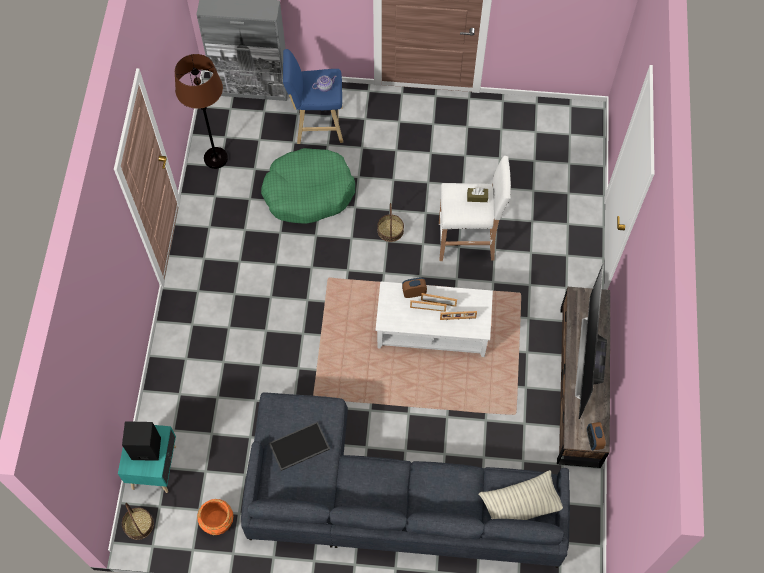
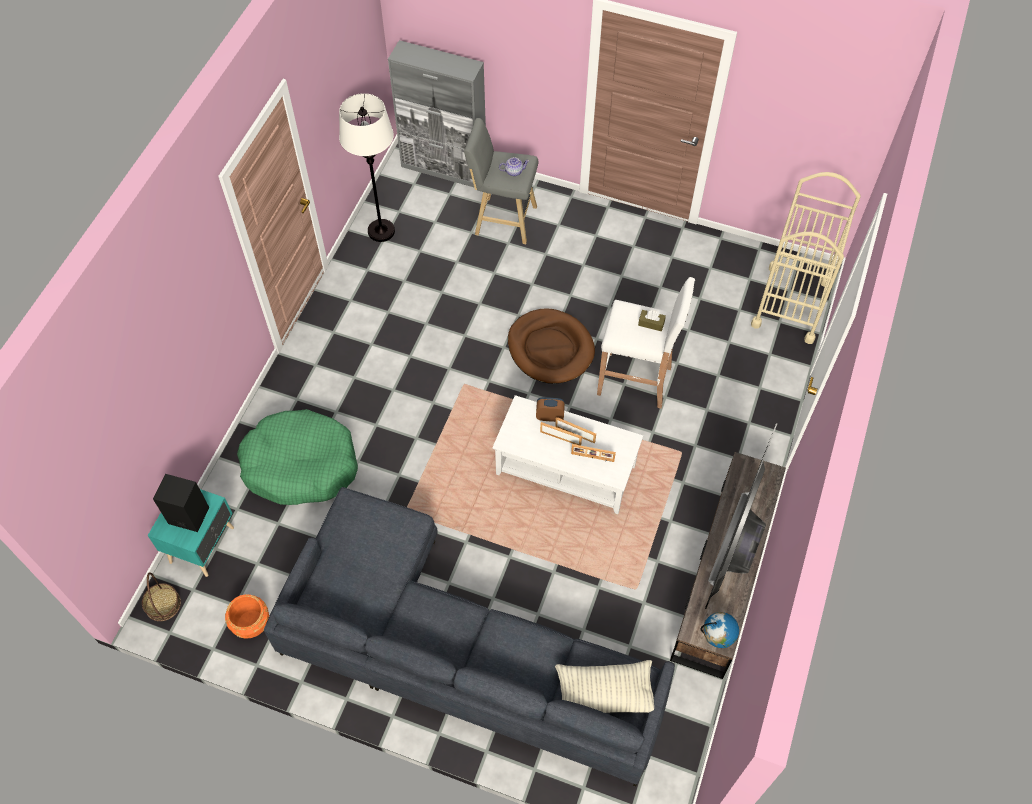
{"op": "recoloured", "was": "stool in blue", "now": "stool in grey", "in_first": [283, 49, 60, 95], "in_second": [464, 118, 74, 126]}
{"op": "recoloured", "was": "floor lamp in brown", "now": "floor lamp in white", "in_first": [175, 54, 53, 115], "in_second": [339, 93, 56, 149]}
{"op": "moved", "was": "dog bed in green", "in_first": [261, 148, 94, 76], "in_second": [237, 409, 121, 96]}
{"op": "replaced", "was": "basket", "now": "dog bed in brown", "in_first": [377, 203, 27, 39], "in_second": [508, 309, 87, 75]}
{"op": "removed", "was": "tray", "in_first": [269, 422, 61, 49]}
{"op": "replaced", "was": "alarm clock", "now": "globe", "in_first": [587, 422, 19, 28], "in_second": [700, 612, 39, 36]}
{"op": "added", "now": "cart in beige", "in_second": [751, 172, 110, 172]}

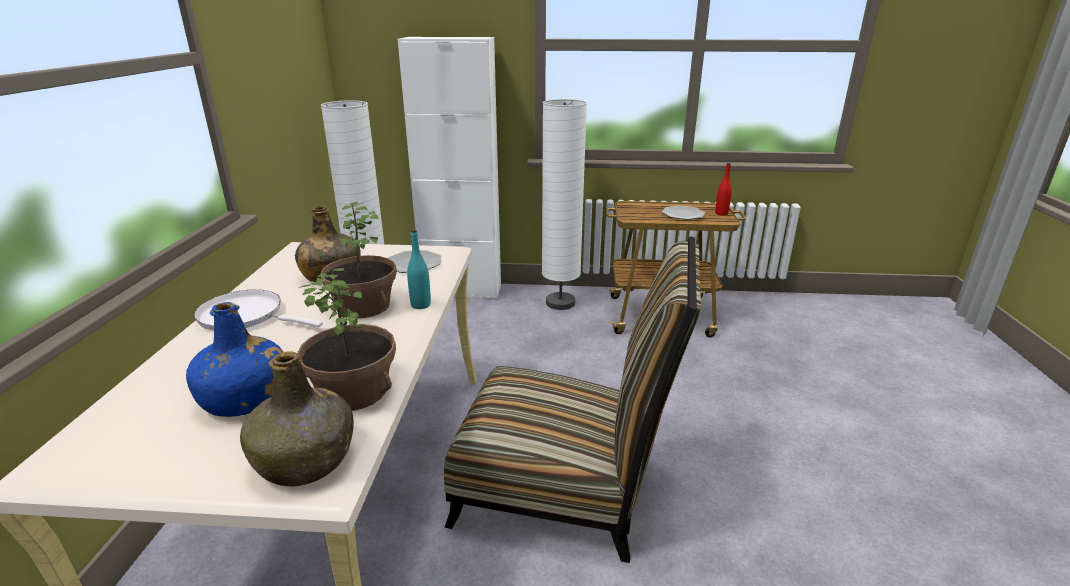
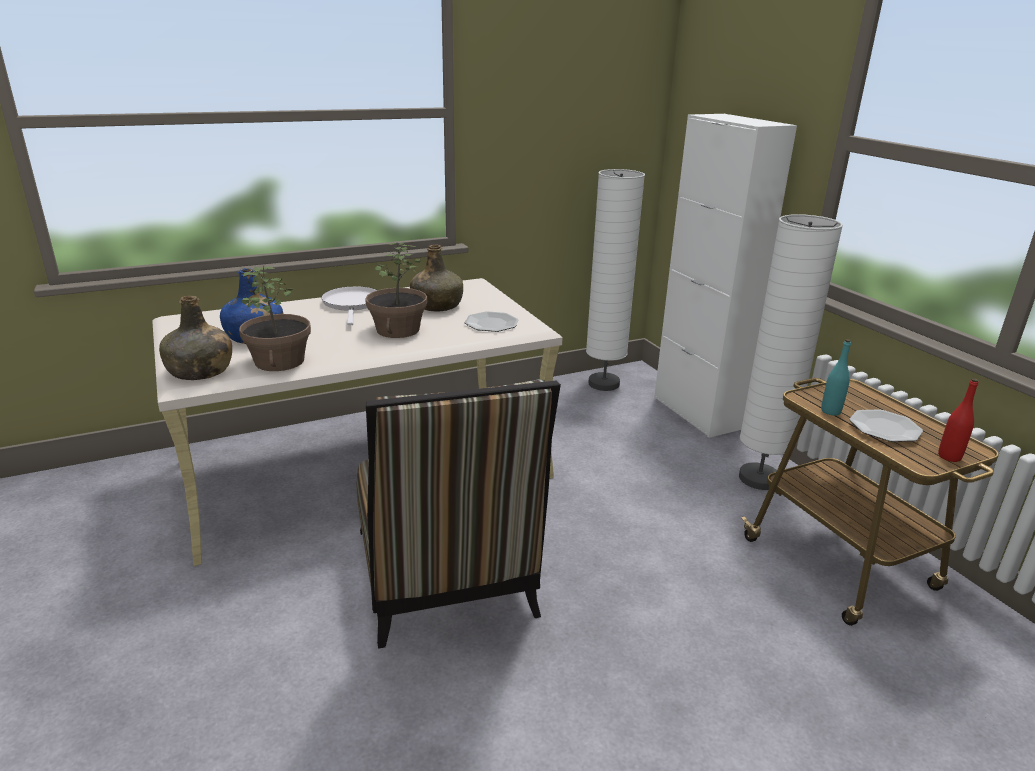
{"op": "moved", "was": "bottle in turquoise", "in_first": [407, 229, 24, 80], "in_second": [821, 339, 30, 77]}

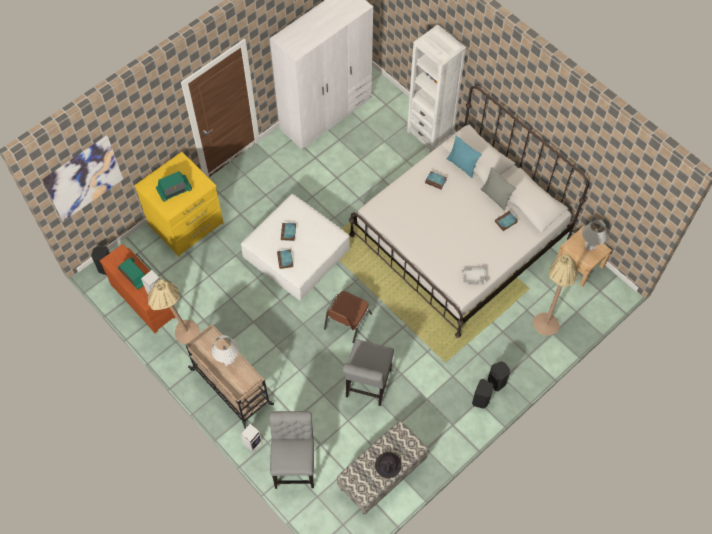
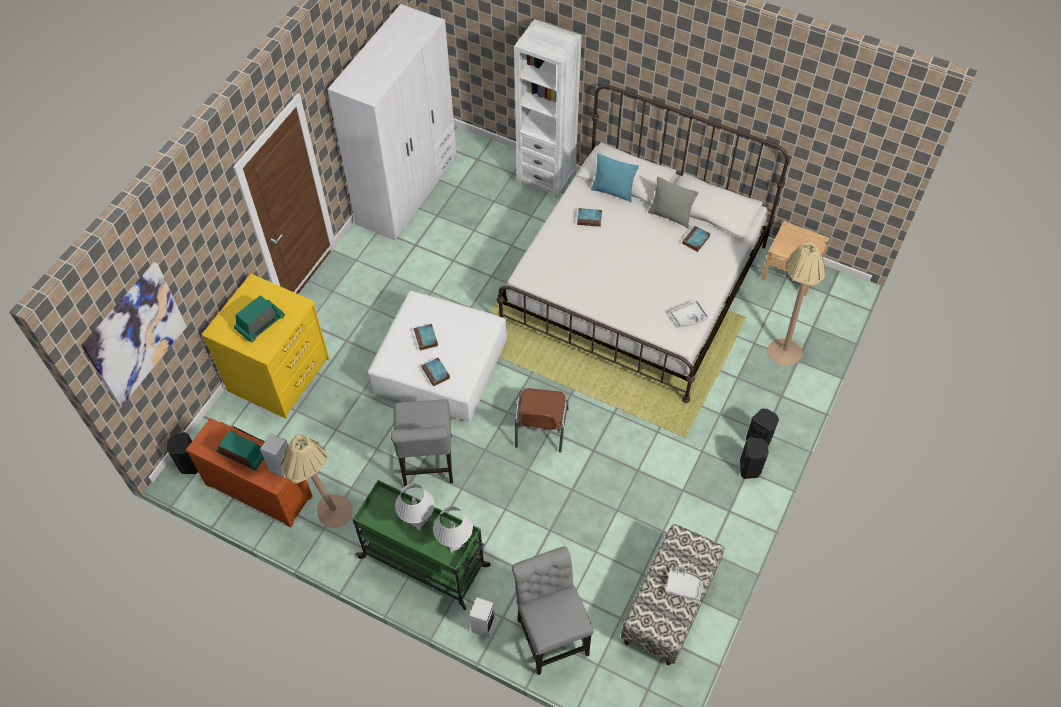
{"op": "moved", "was": "table lamp in white", "in_first": [582, 220, 26, 31], "in_second": [433, 506, 40, 47]}
{"op": "recoloured", "was": "cart in beige", "now": "cart in green", "in_first": [186, 324, 88, 104], "in_second": [353, 480, 138, 130]}
{"op": "moved", "was": "chair in grey", "in_first": [343, 339, 51, 67], "in_second": [391, 399, 62, 88]}
{"op": "replaced", "was": "hat in black", "now": "tray in grey", "in_first": [375, 452, 26, 26], "in_second": [666, 566, 38, 35]}

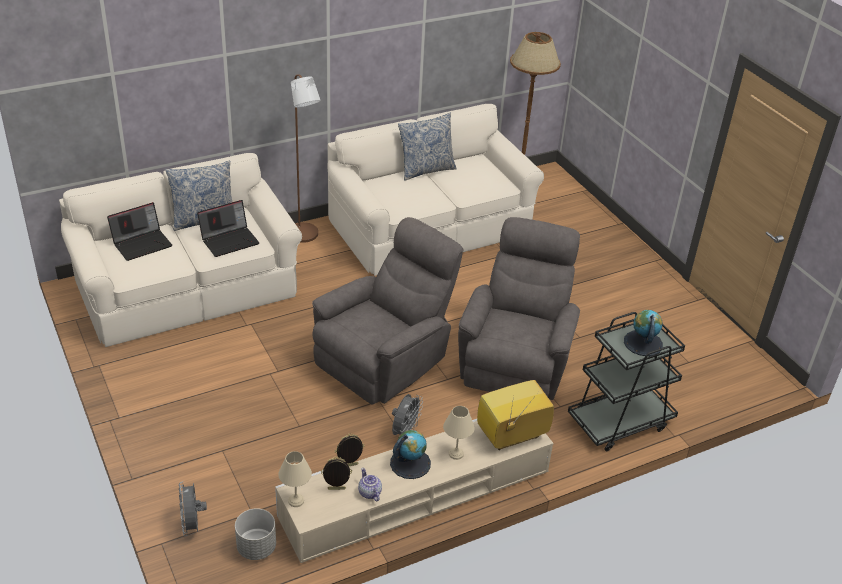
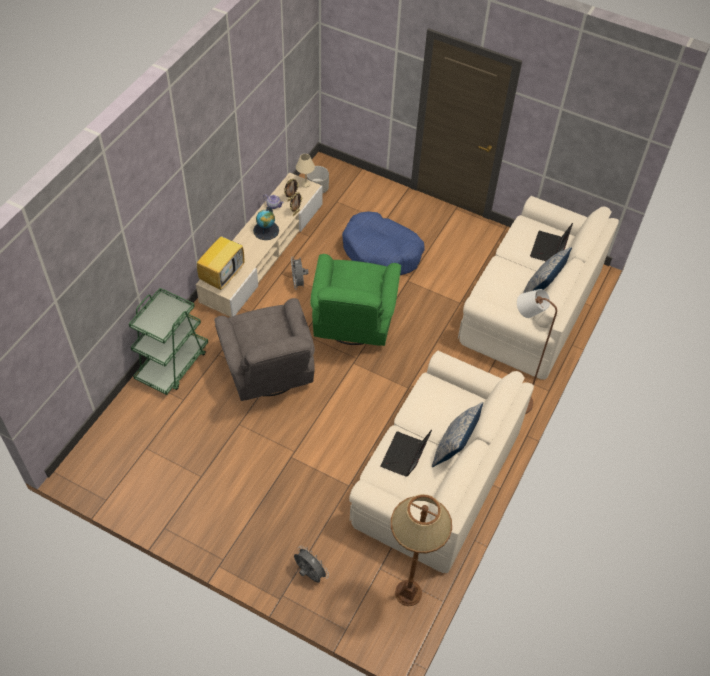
{"op": "moved", "was": "laptop", "in_first": [197, 200, 62, 57], "in_second": [380, 430, 52, 47]}
{"op": "recoloured", "was": "armchair in grey", "now": "armchair in green", "in_first": [312, 217, 151, 188], "in_second": [310, 254, 91, 92]}
{"op": "removed", "was": "globe", "in_first": [624, 310, 39, 46]}
{"op": "recoloured", "was": "cart in black", "now": "cart in green", "in_first": [568, 312, 117, 139], "in_second": [129, 288, 79, 107]}
{"op": "removed", "was": "table lamp in beige", "in_first": [443, 406, 32, 54]}
{"op": "moved", "was": "fan in grey", "in_first": [179, 482, 28, 54], "in_second": [294, 546, 35, 37]}
{"op": "added", "now": "dog bed in blue", "in_second": [342, 212, 83, 63]}

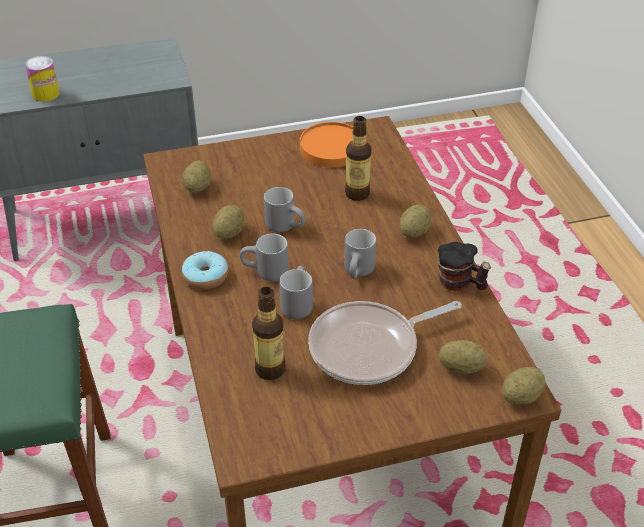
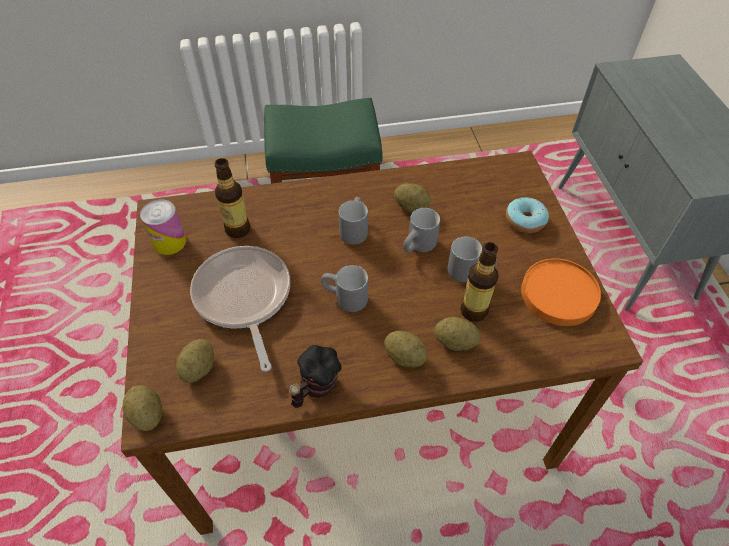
{"op": "moved", "was": "can", "in_first": [25, 56, 35, 46], "in_second": [140, 199, 46, 56]}
{"op": "moved", "was": "potato", "in_first": [182, 160, 29, 33], "in_second": [435, 317, 45, 34]}
{"op": "moved", "was": "donut", "in_first": [182, 251, 46, 38], "in_second": [506, 197, 43, 36]}
{"op": "moved", "was": "mug in grey", "in_first": [280, 266, 33, 53], "in_second": [448, 237, 49, 45]}

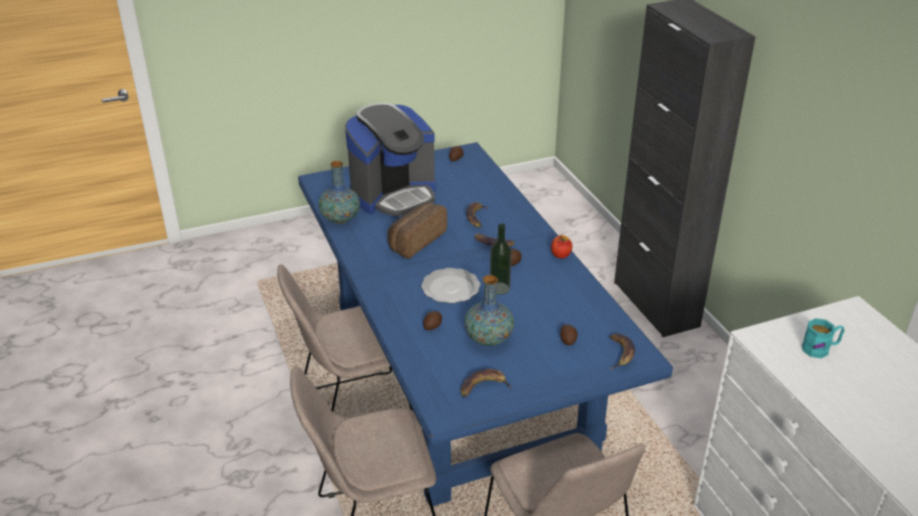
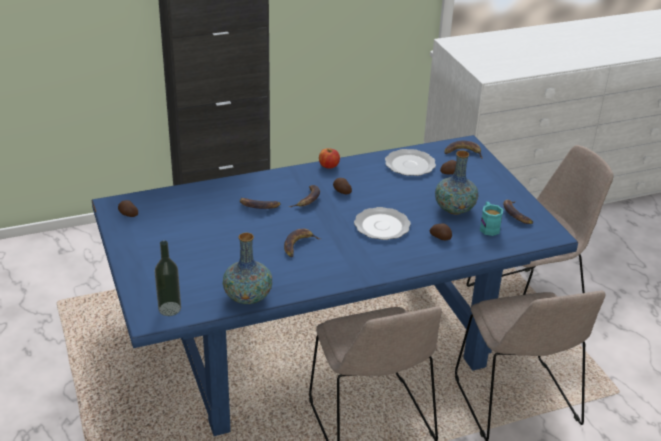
{"op": "removed", "was": "coffee machine", "in_first": [345, 103, 90, 114]}
{"op": "replaced", "was": "bread", "now": "banana", "in_first": [387, 202, 60, 57], "in_second": [284, 229, 37, 28]}
{"op": "moved", "was": "bottle", "in_first": [490, 223, 22, 72], "in_second": [155, 241, 26, 75]}
{"op": "moved", "was": "mug in turquoise", "in_first": [802, 318, 42, 40], "in_second": [480, 202, 23, 34]}
{"op": "added", "now": "plate", "in_second": [385, 149, 51, 27]}

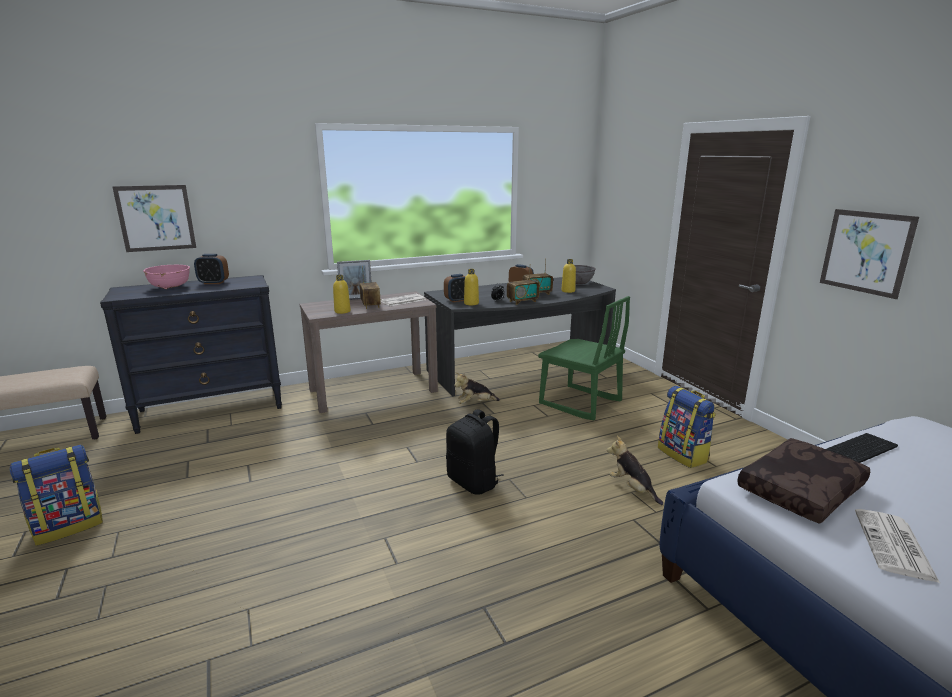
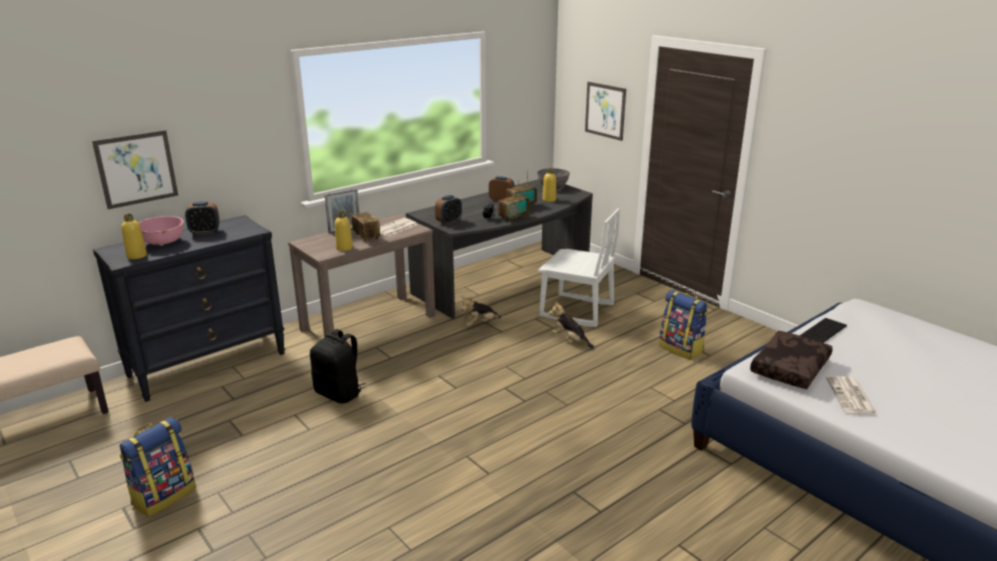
{"op": "moved", "was": "picture", "in_first": [820, 209, 99, 90], "in_second": [585, 82, 41, 59]}
{"op": "moved", "was": "bottle in yellow", "in_first": [464, 269, 15, 36], "in_second": [121, 214, 26, 45]}
{"op": "recoloured", "was": "chair in green", "now": "chair in white", "in_first": [538, 296, 92, 124], "in_second": [538, 208, 82, 119]}
{"op": "moved", "was": "backpack in black", "in_first": [446, 409, 58, 86], "in_second": [310, 329, 56, 74]}
{"op": "moved", "was": "plush toy", "in_first": [607, 436, 56, 69], "in_second": [549, 301, 45, 47]}

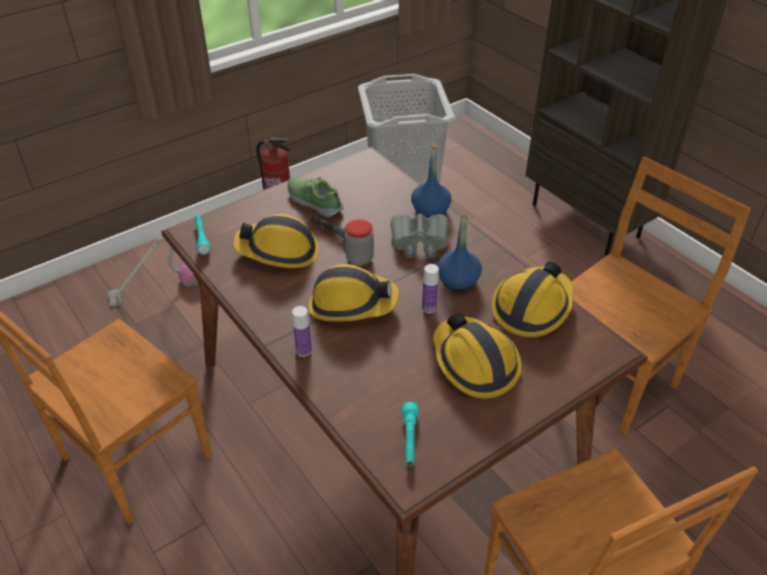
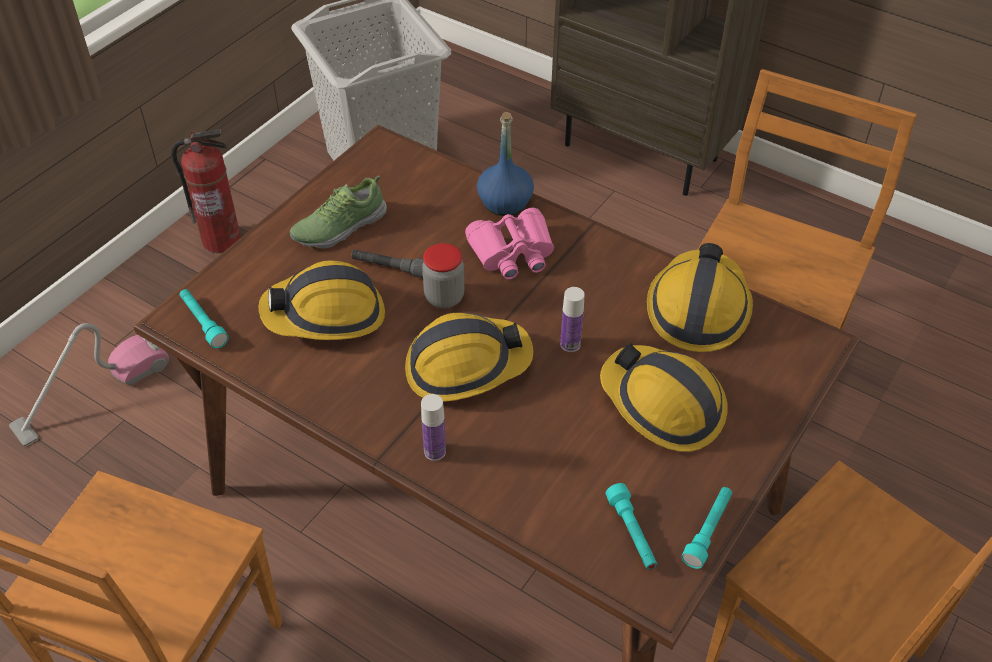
{"op": "turned", "was": "shoe", "in_first": [288, 176, 55, 41], "in_second": [290, 176, 97, 72], "clockwise": -60}
{"op": "removed", "was": "bottle in blue", "in_first": [437, 211, 45, 80]}
{"op": "recoloured", "was": "binoculars in grey", "now": "binoculars in pink", "in_first": [390, 214, 59, 44], "in_second": [465, 208, 89, 72]}
{"op": "added", "now": "flashlight in turquoise", "in_second": [681, 487, 51, 82]}

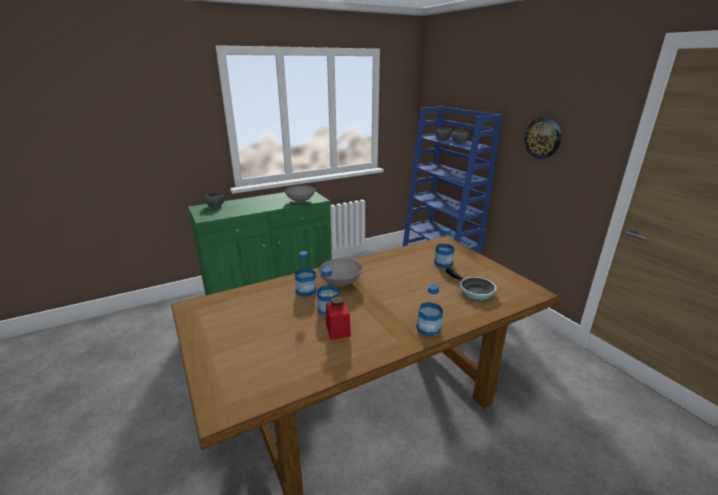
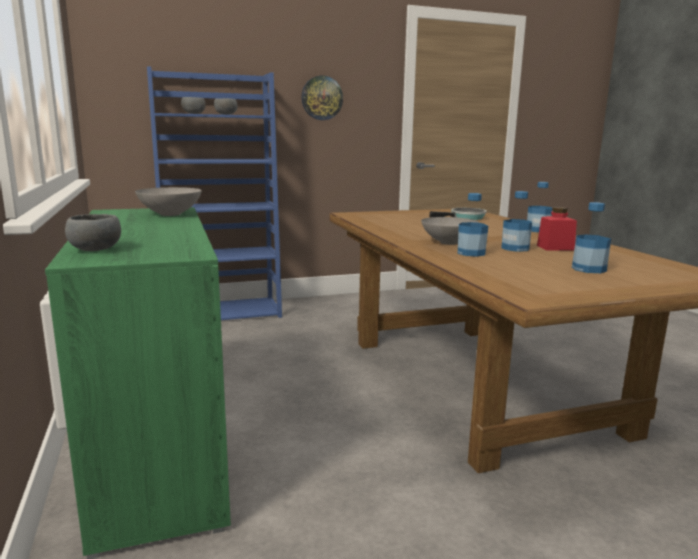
{"op": "moved", "was": "bottle", "in_first": [434, 228, 20, 40], "in_second": [572, 202, 39, 71]}

